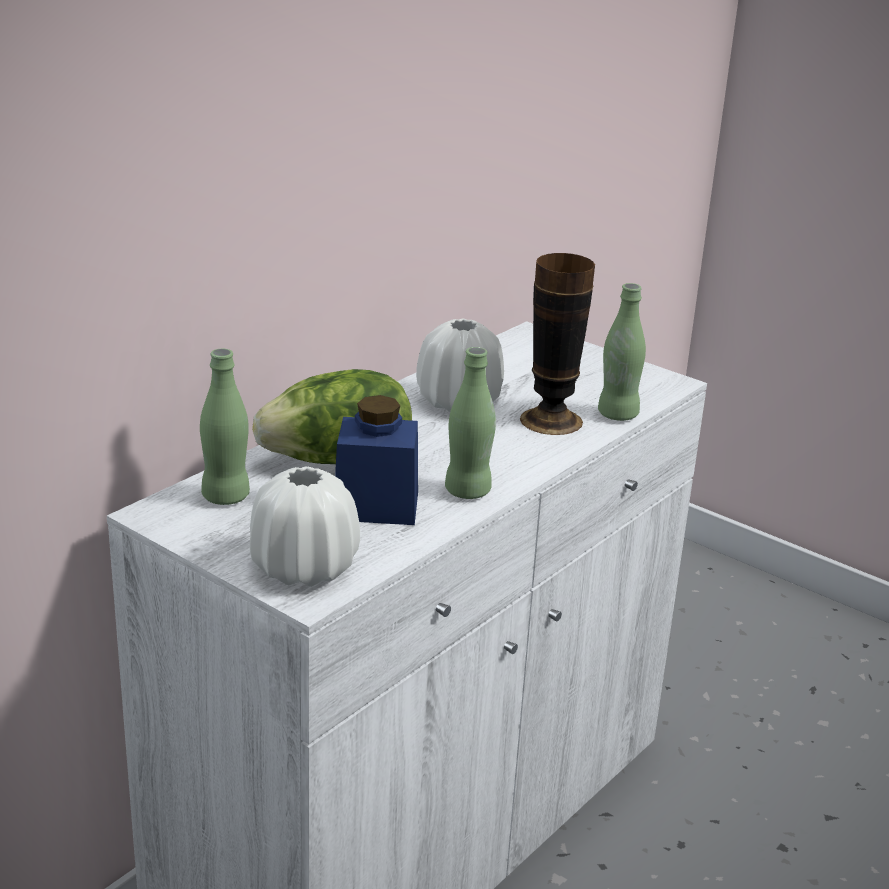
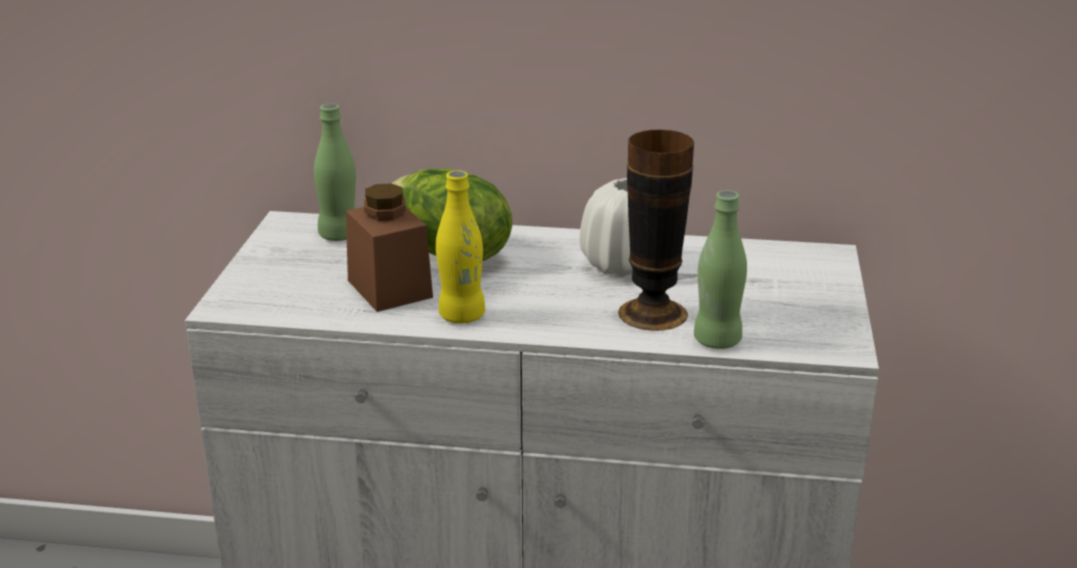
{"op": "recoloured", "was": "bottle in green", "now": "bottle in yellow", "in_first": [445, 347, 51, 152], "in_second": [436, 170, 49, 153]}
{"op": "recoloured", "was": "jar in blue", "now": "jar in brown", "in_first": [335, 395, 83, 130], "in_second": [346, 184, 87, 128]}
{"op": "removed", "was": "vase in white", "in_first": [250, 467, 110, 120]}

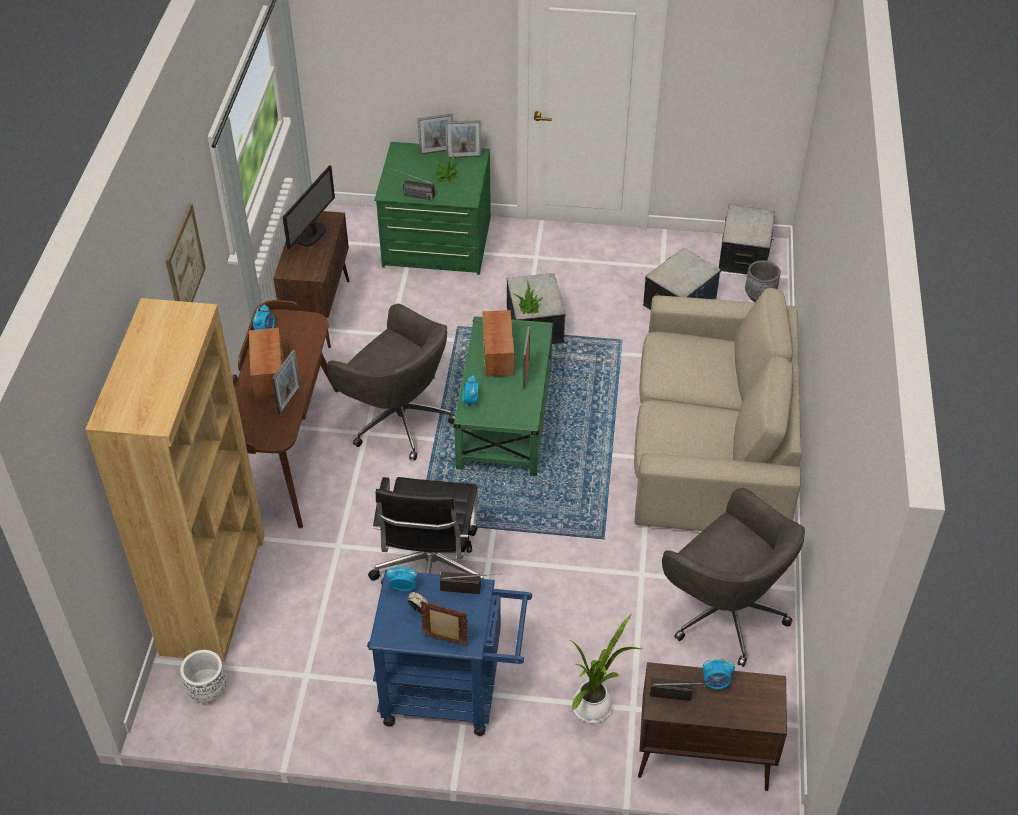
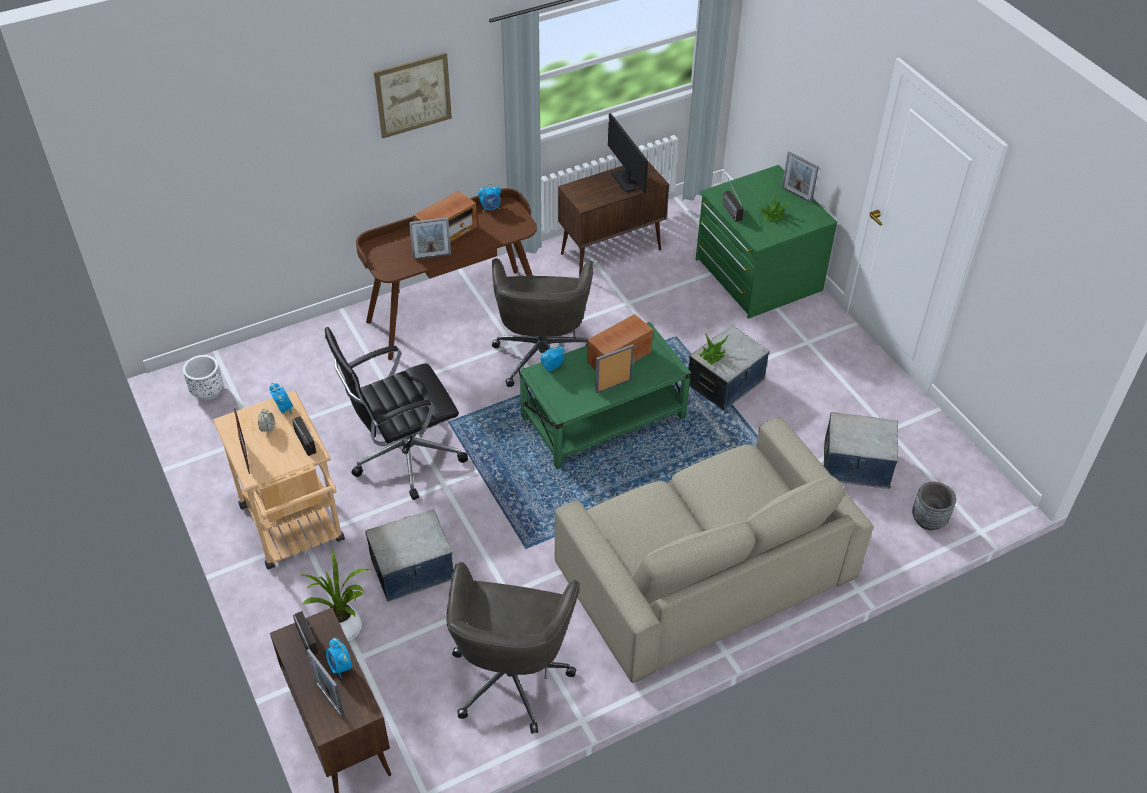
{"op": "moved", "was": "picture frame", "in_first": [445, 120, 37, 38], "in_second": [307, 649, 38, 70]}
{"op": "turned", "was": "monitor", "in_first": [283, 165, 52, 84], "in_second": [608, 113, 40, 80], "clockwise": -105}
{"op": "moved", "was": "storage box", "in_first": [719, 205, 56, 69], "in_second": [365, 509, 88, 93]}
{"op": "removed", "was": "bookcase in brown", "in_first": [85, 298, 180, 364]}
{"op": "recoloured", "was": "cart in blue", "now": "cart in beige", "in_first": [367, 570, 165, 166], "in_second": [213, 391, 132, 178]}

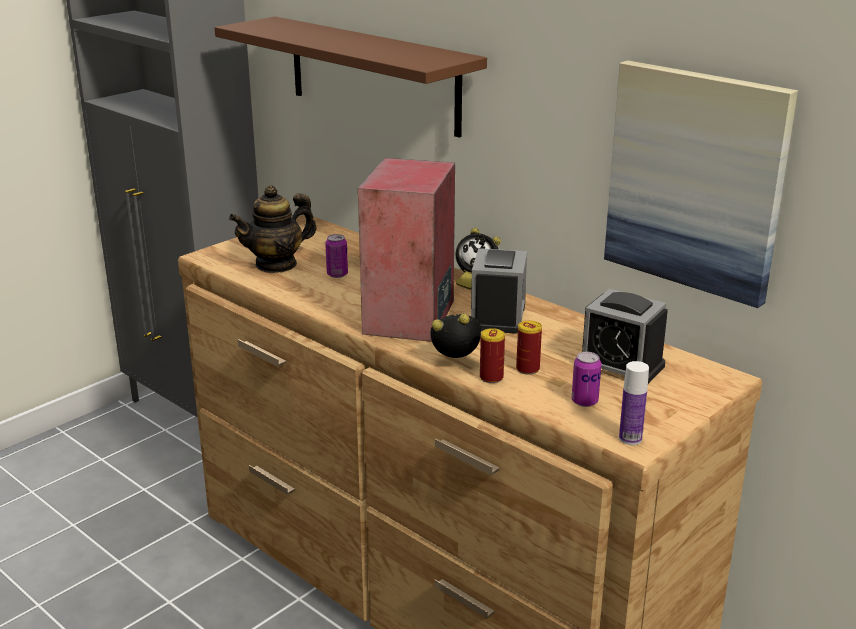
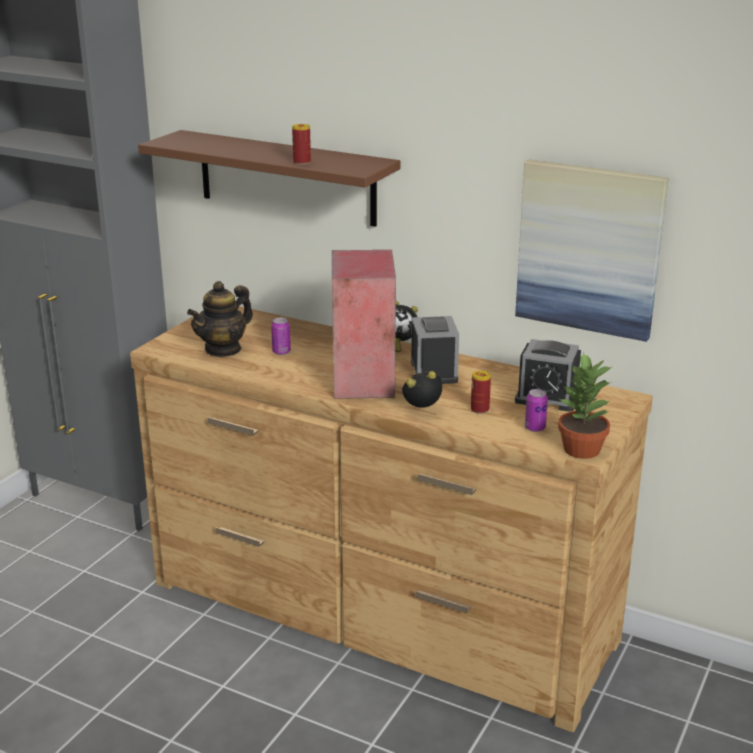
{"op": "moved", "was": "can", "in_first": [480, 328, 25, 55], "in_second": [292, 124, 19, 41]}
{"op": "replaced", "was": "bottle", "now": "potted plant", "in_first": [619, 361, 30, 84], "in_second": [558, 351, 55, 108]}

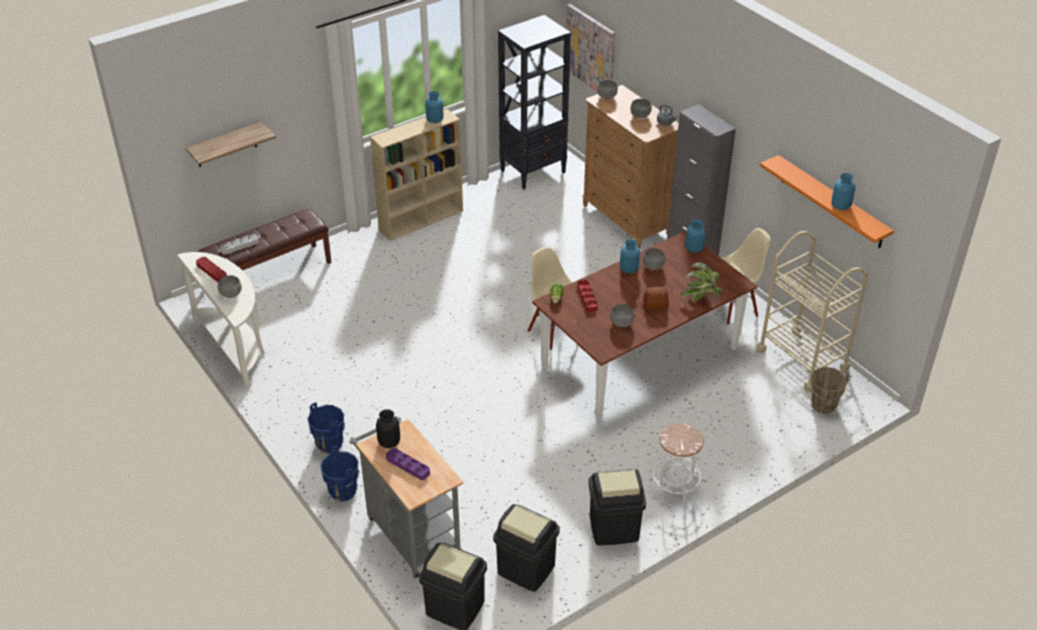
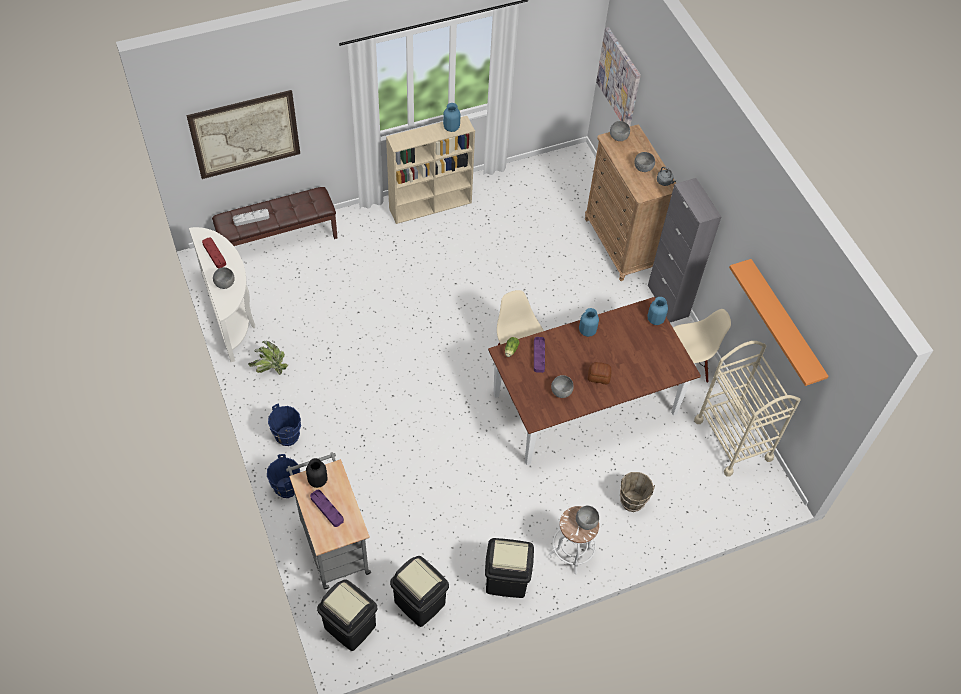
{"op": "removed", "was": "bookcase in black", "in_first": [498, 15, 73, 175]}
{"op": "replaced", "was": "shelf", "now": "picture", "in_first": [186, 122, 90, 45], "in_second": [186, 90, 114, 89]}
{"op": "removed", "was": "vase in blue", "in_first": [831, 173, 24, 37]}
{"op": "moved", "was": "bowl in grey", "in_first": [643, 248, 23, 22], "in_second": [576, 506, 23, 24]}
{"op": "moved", "was": "potted plant", "in_first": [680, 262, 42, 40], "in_second": [248, 341, 40, 34]}
{"op": "recoloured", "was": "tray in red", "now": "tray in purple", "in_first": [577, 280, 21, 32], "in_second": [534, 337, 11, 36]}
{"op": "moved", "was": "bucket in brown", "in_first": [810, 367, 39, 47], "in_second": [620, 472, 35, 40]}

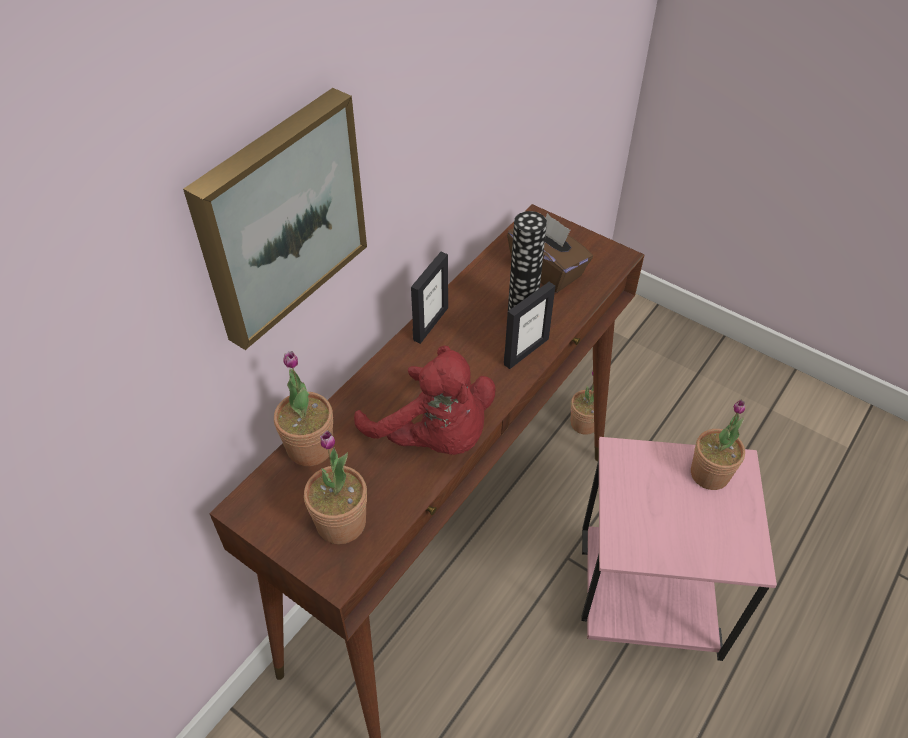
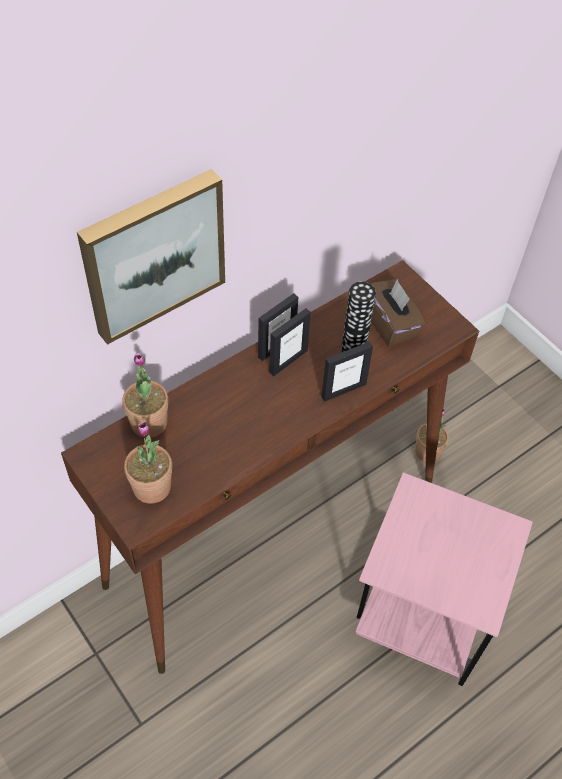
{"op": "removed", "was": "plush toy in red", "in_first": [354, 345, 142, 110]}
{"op": "removed", "was": "potted plant", "in_first": [691, 399, 54, 91]}
{"op": "added", "now": "picture frame", "in_second": [269, 308, 42, 68]}

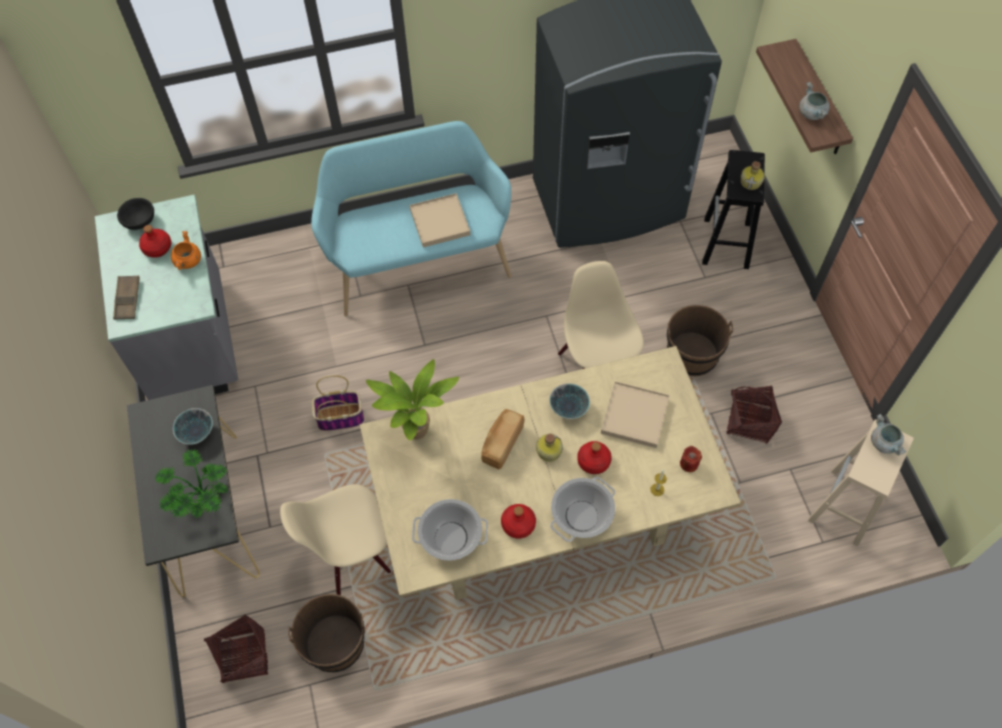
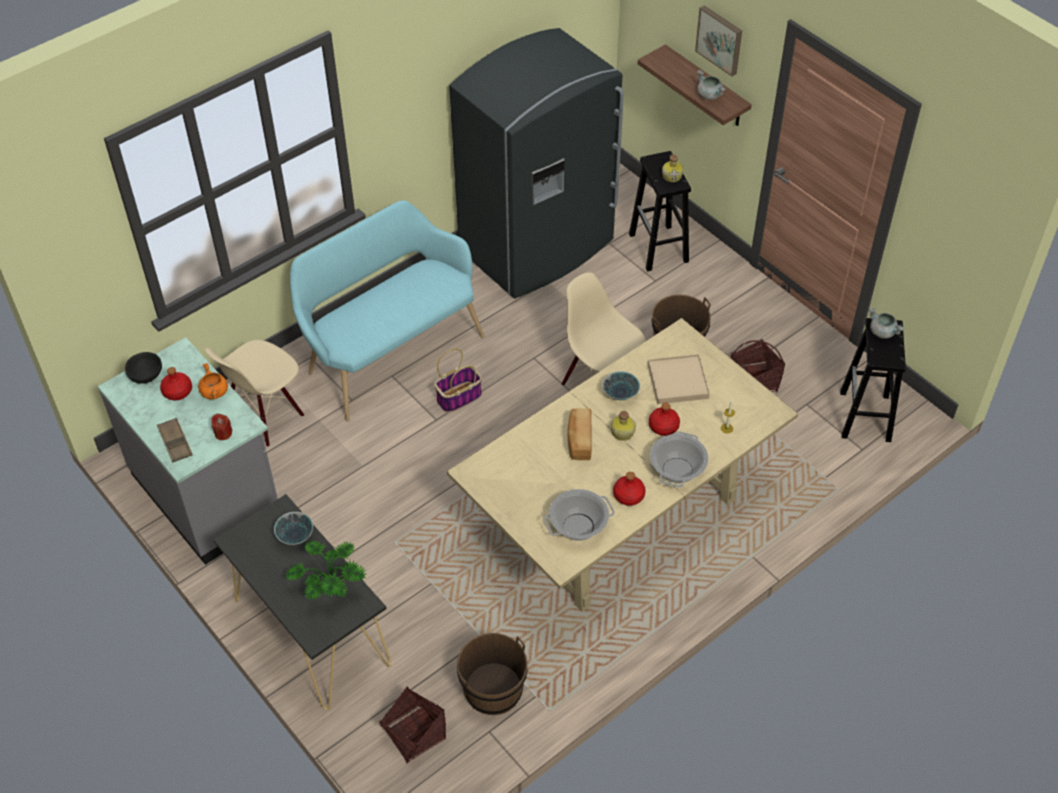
{"op": "removed", "was": "tray in beige", "in_first": [410, 193, 61, 55]}
{"op": "removed", "was": "potted plant", "in_first": [366, 359, 93, 81]}
{"op": "moved", "was": "basket", "in_first": [312, 375, 52, 56], "in_second": [434, 349, 48, 64]}
{"op": "recoloured", "was": "stool in beige", "now": "stool in black", "in_first": [808, 420, 106, 127], "in_second": [840, 318, 66, 124]}
{"op": "moved", "was": "candle in red", "in_first": [680, 446, 22, 26], "in_second": [211, 413, 22, 27]}
{"op": "moved", "was": "chair in beige", "in_first": [280, 484, 111, 111], "in_second": [205, 340, 99, 107]}
{"op": "added", "now": "picture", "in_second": [695, 5, 47, 71]}

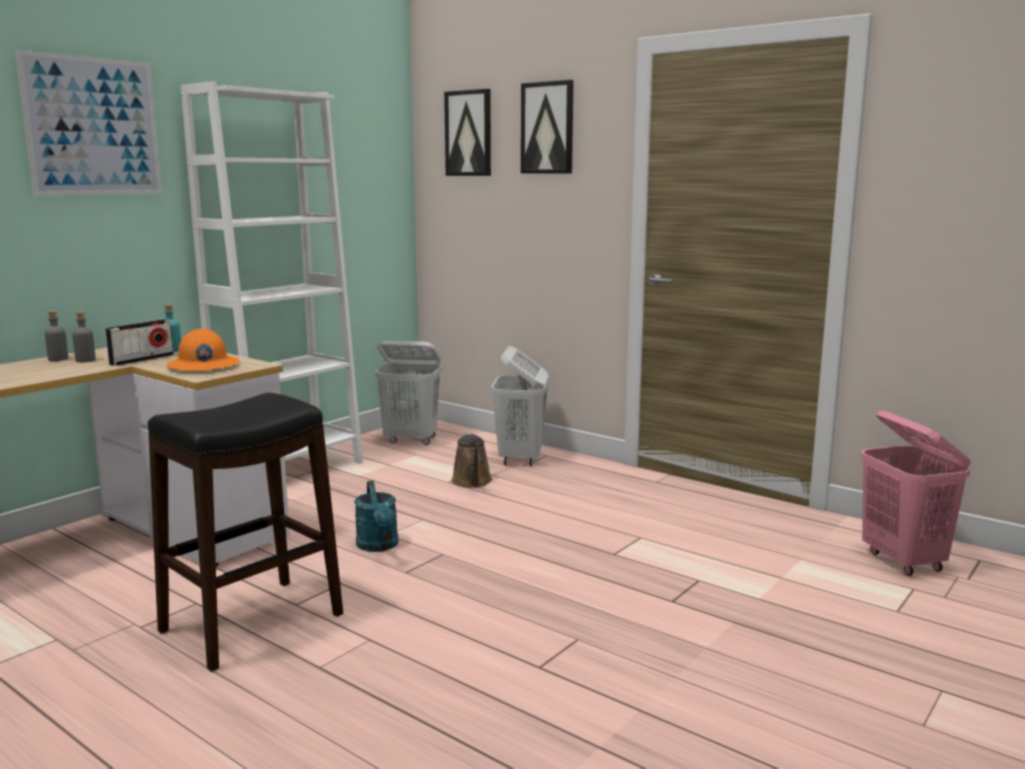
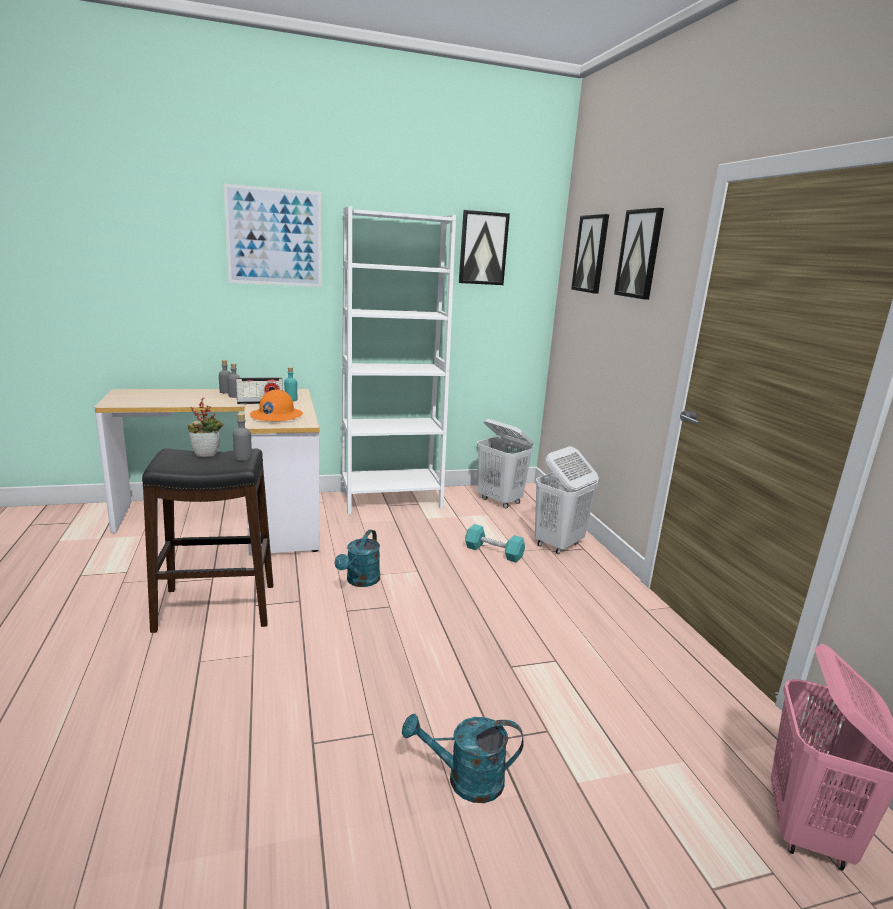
{"op": "replaced", "was": "watering can in brown", "now": "dumbbell in turquoise", "in_first": [451, 433, 41, 55], "in_second": [465, 524, 60, 38]}
{"op": "added", "now": "picture", "in_second": [459, 210, 51, 75]}
{"op": "added", "now": "potted plant", "in_second": [187, 398, 37, 59]}
{"op": "added", "now": "bottle in grey", "in_second": [233, 413, 19, 48]}
{"op": "added", "now": "watering can in turquoise", "in_second": [402, 714, 122, 89]}

